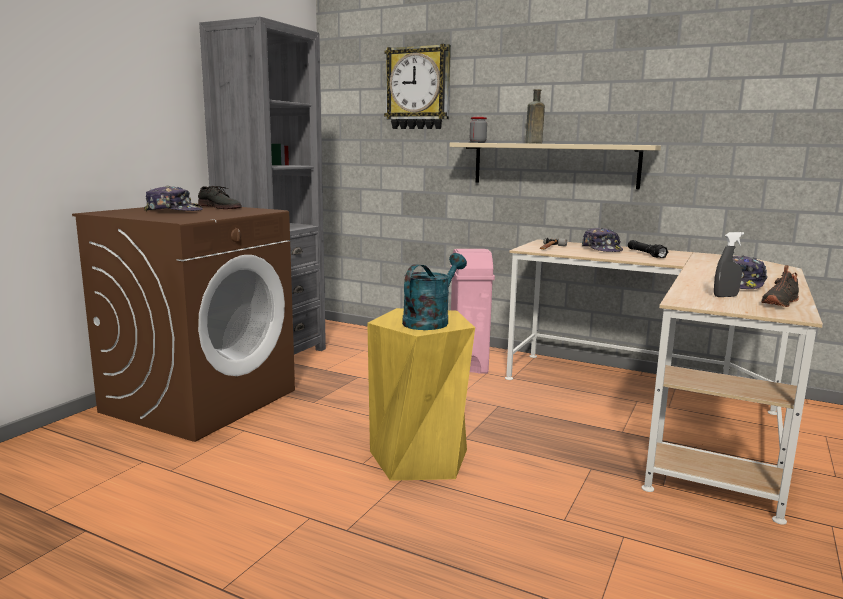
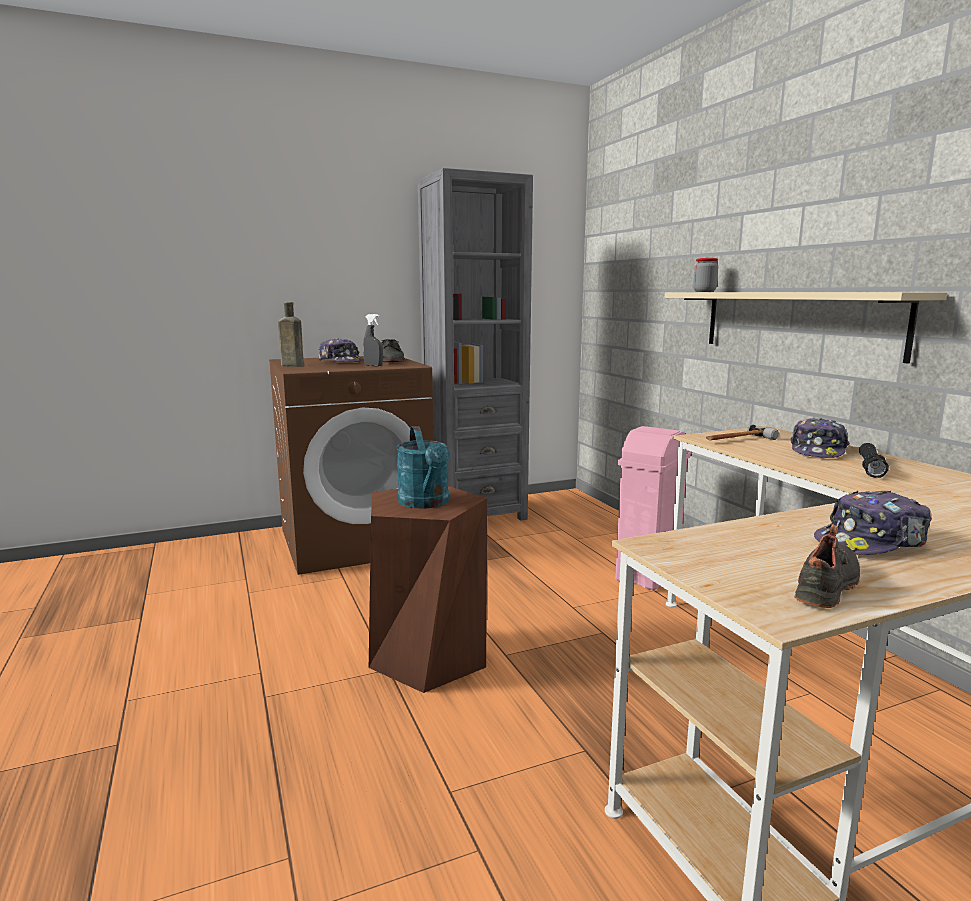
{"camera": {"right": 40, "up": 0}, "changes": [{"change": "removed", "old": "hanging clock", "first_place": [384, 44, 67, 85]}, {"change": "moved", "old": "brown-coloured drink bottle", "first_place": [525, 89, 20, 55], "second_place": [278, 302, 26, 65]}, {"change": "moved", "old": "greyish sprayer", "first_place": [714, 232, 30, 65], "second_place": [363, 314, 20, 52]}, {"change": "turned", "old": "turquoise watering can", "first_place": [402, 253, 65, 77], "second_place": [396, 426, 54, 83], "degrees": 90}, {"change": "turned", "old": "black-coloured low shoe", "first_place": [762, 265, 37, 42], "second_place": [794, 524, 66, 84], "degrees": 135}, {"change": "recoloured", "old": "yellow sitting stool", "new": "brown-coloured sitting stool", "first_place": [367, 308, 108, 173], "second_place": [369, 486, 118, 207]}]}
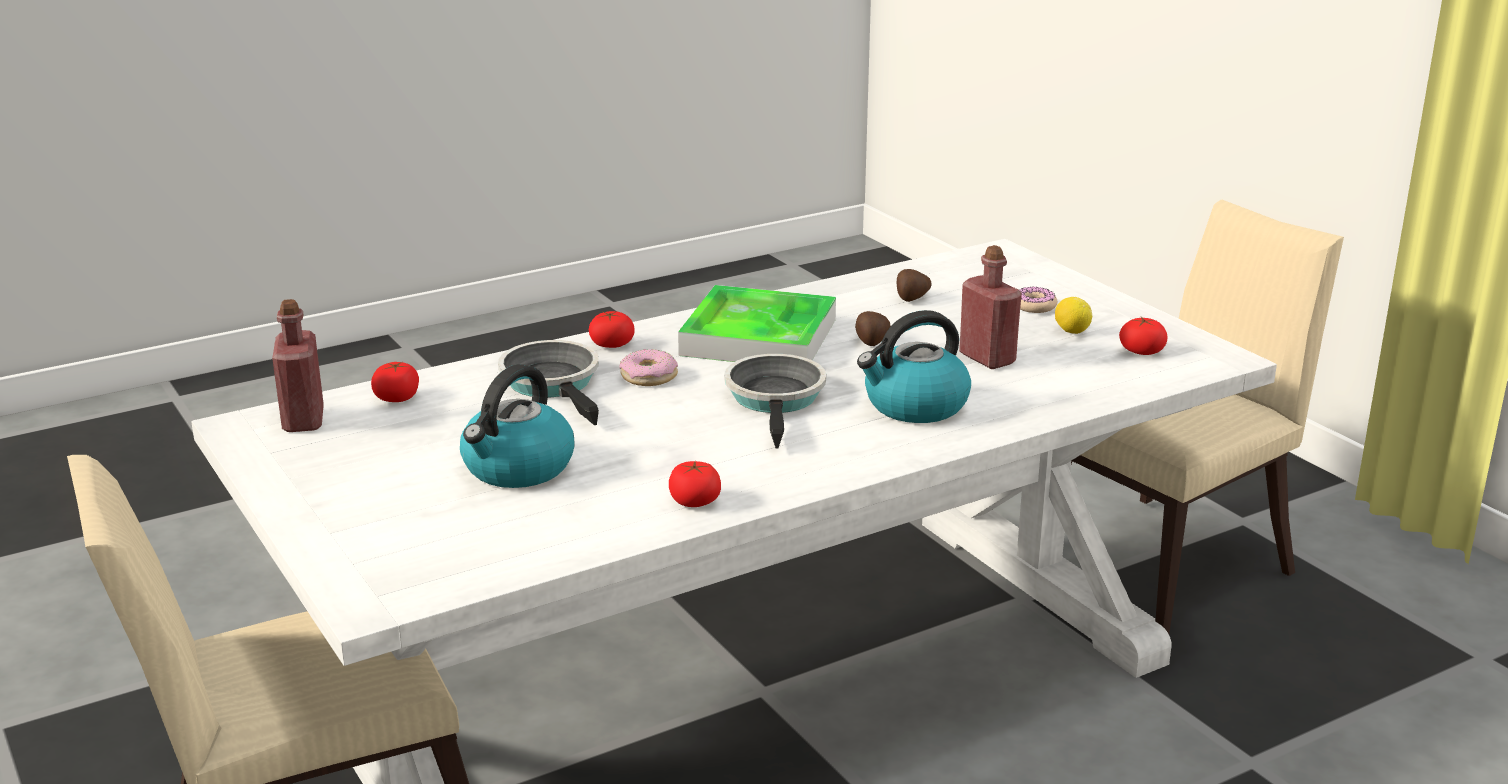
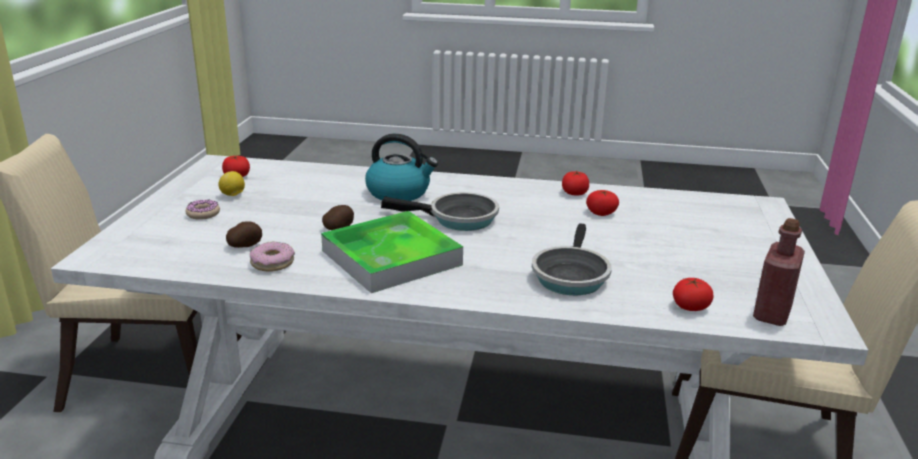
{"camera": {"right": -140, "up": 0}, "changes": [{"change": "removed", "old": "red drink bottle", "first_place": [959, 245, 63, 124]}, {"change": "moved", "old": "tomato", "first_place": [589, 311, 46, 37], "second_place": [586, 190, 33, 26]}, {"change": "moved", "old": "ring doughnut", "first_place": [619, 349, 59, 37], "second_place": [250, 241, 45, 31]}, {"change": "turned", "old": "skillet", "first_place": [724, 354, 102, 94], "second_place": [381, 192, 118, 39], "degrees": -120}, {"change": "removed", "old": "kettle", "first_place": [460, 364, 115, 124]}]}
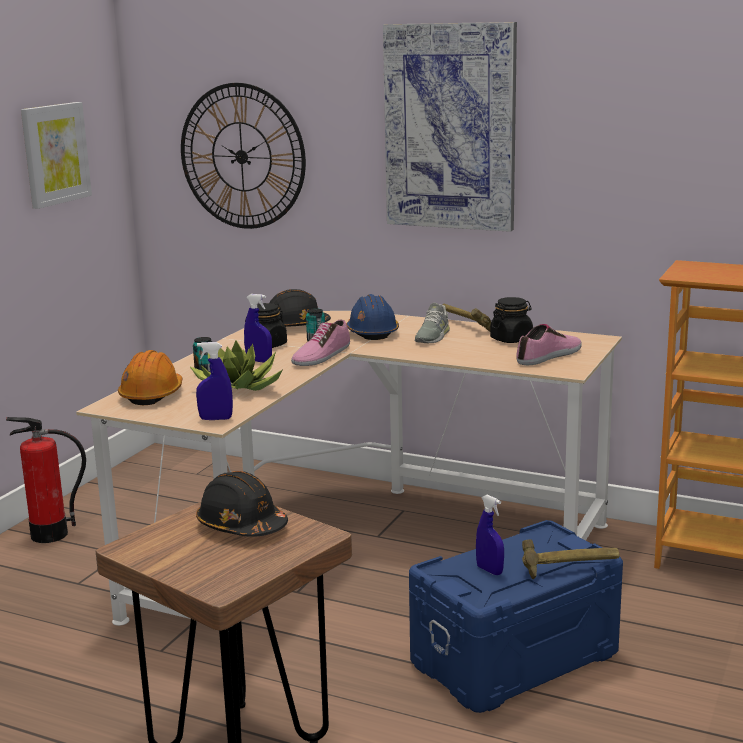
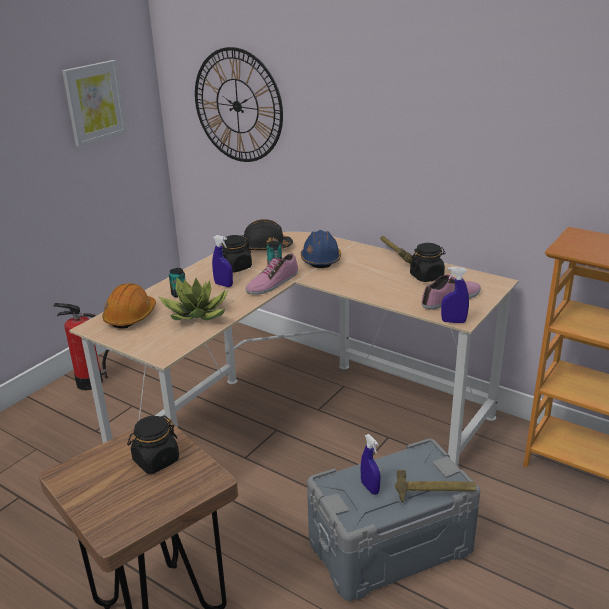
{"camera": {"right": 10, "up": 10}, "changes": [{"change": "removed", "old": "wall picture", "first_place": [383, 22, 134, 210]}, {"change": "removed", "old": "greyish low shoe", "first_place": [415, 303, 35, 40]}, {"change": "moved", "old": "bluish sprayer", "first_place": [196, 342, 37, 78], "second_place": [441, 267, 28, 56]}, {"change": "replaced", "old": "black-coloured safety helmet", "new": "black-coloured storage jar", "first_place": [196, 471, 92, 66], "second_place": [127, 416, 52, 58]}, {"change": "recoloured", "old": "bluish storage box", "new": "greyish storage box", "first_place": [409, 520, 214, 193], "second_place": [307, 438, 174, 163]}]}
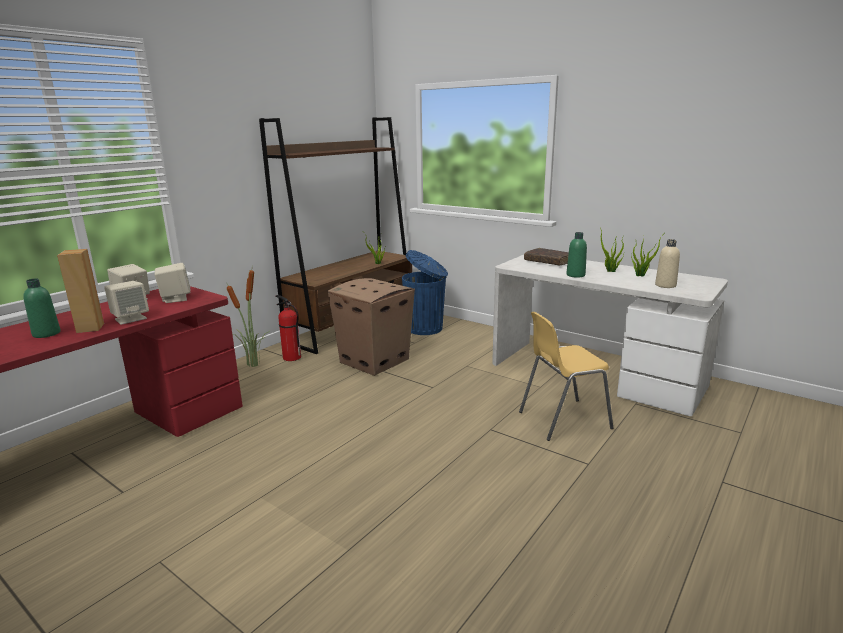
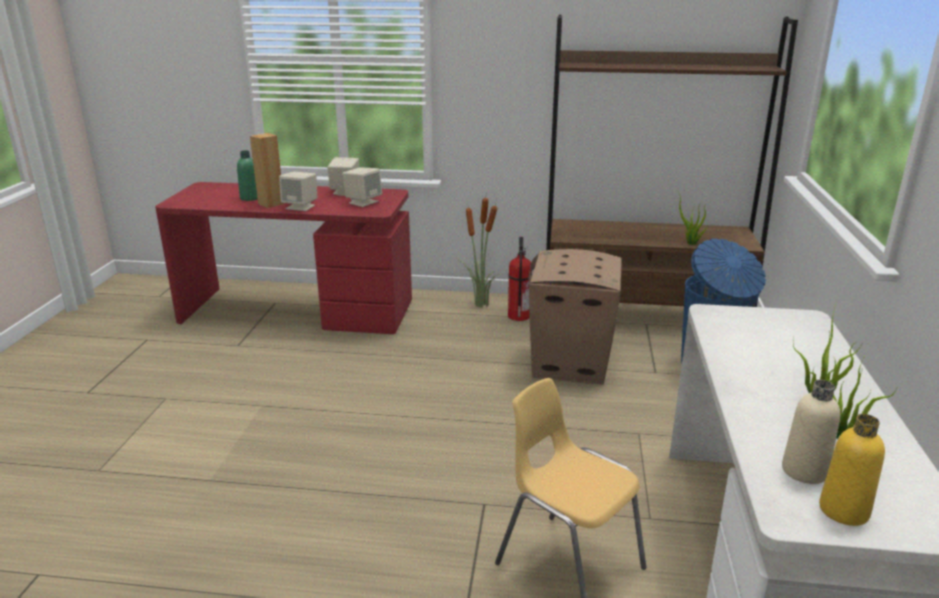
{"camera": {"right": 60, "up": 5}, "changes": [{"change": "removed", "old": "green-coloured drink bottle", "first_place": [566, 232, 21, 46]}, {"change": "removed", "old": "brown-coloured volume", "first_place": [524, 248, 45, 18]}, {"change": "added", "new": "yellow drink bottle", "second_place": [819, 414, 66, 112]}]}
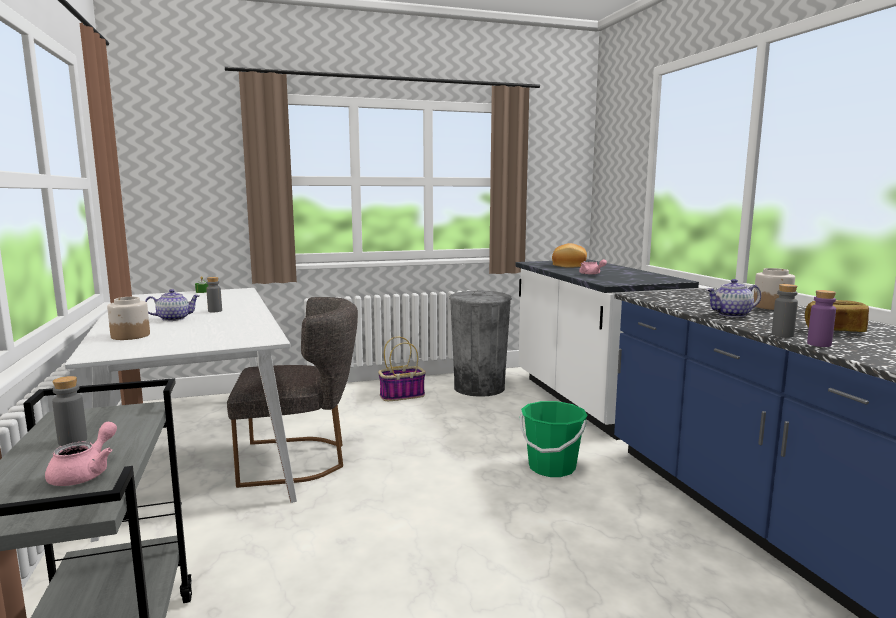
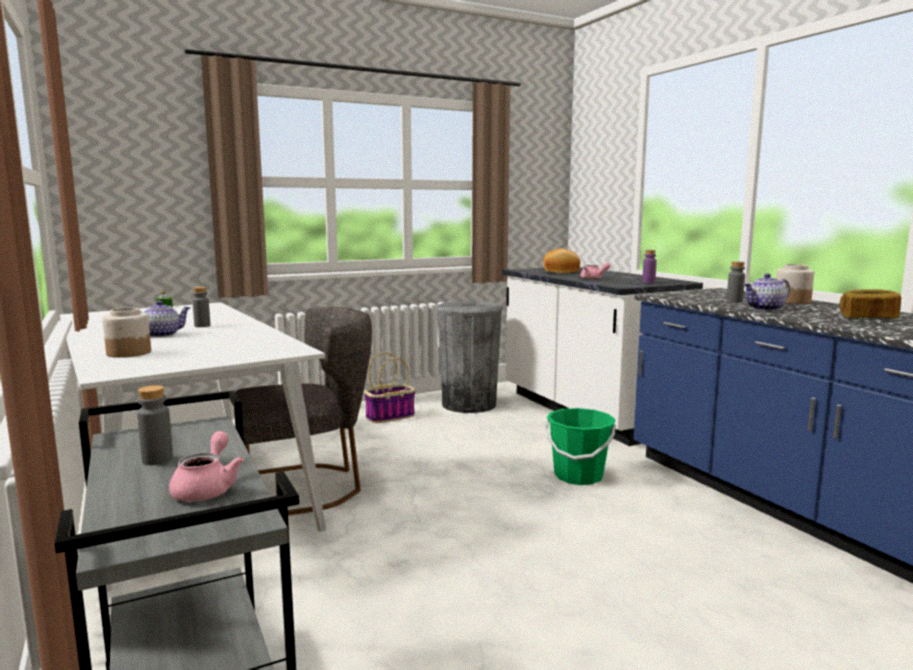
{"camera": {"right": -10, "up": 0}, "changes": [{"change": "moved", "old": "greyish drink bottle", "first_place": [772, 284, 26, 53], "second_place": [727, 262, 18, 40]}, {"change": "moved", "old": "purple-coloured drink bottle", "first_place": [807, 290, 29, 57], "second_place": [642, 250, 15, 33]}]}
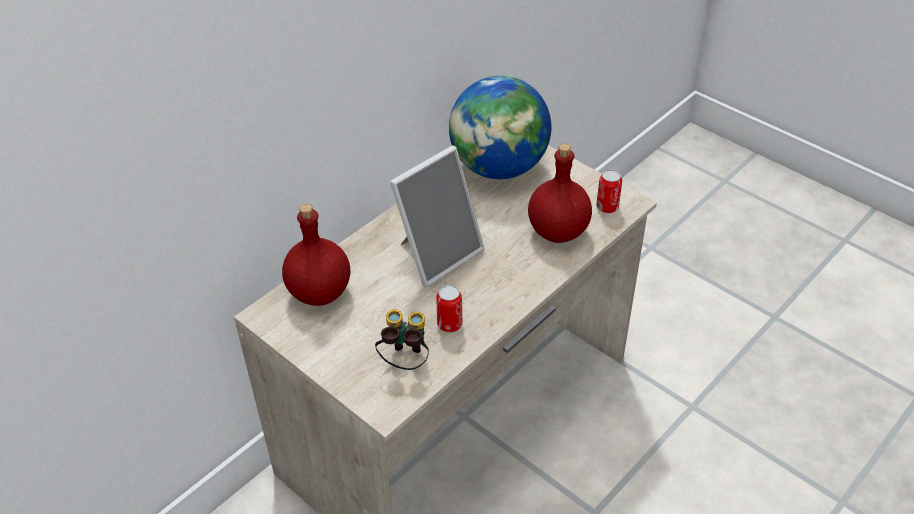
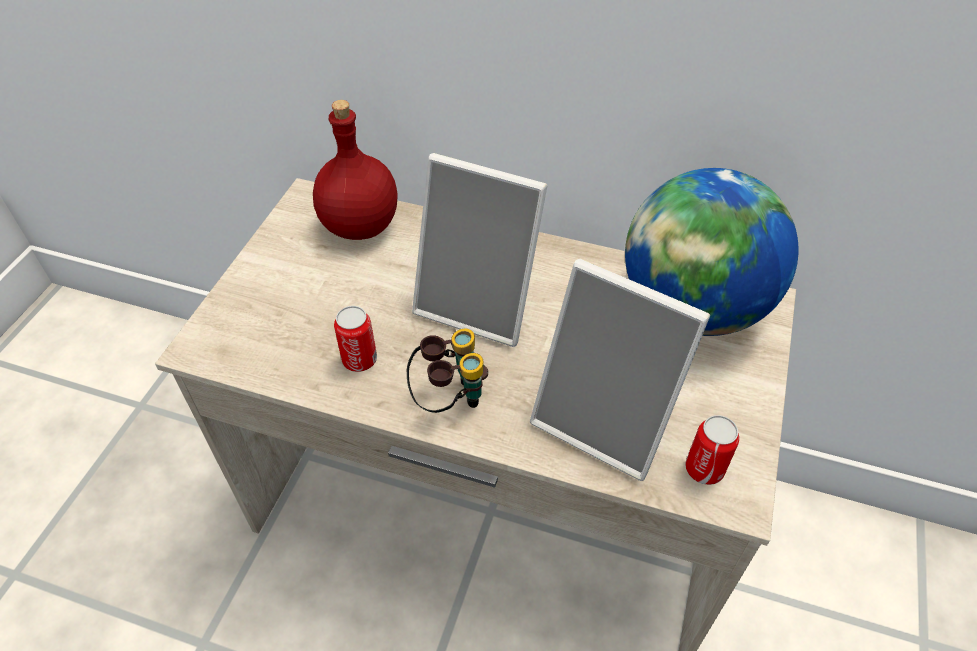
{"camera": {"right": 65, "up": 5}, "changes": [{"change": "replaced", "old": "red drink bottle", "new": "photo frame", "first_place": [528, 144, 64, 99], "second_place": [530, 259, 180, 222]}, {"change": "moved", "old": "pair of binoculars", "first_place": [375, 309, 54, 61], "second_place": [407, 329, 81, 84]}]}
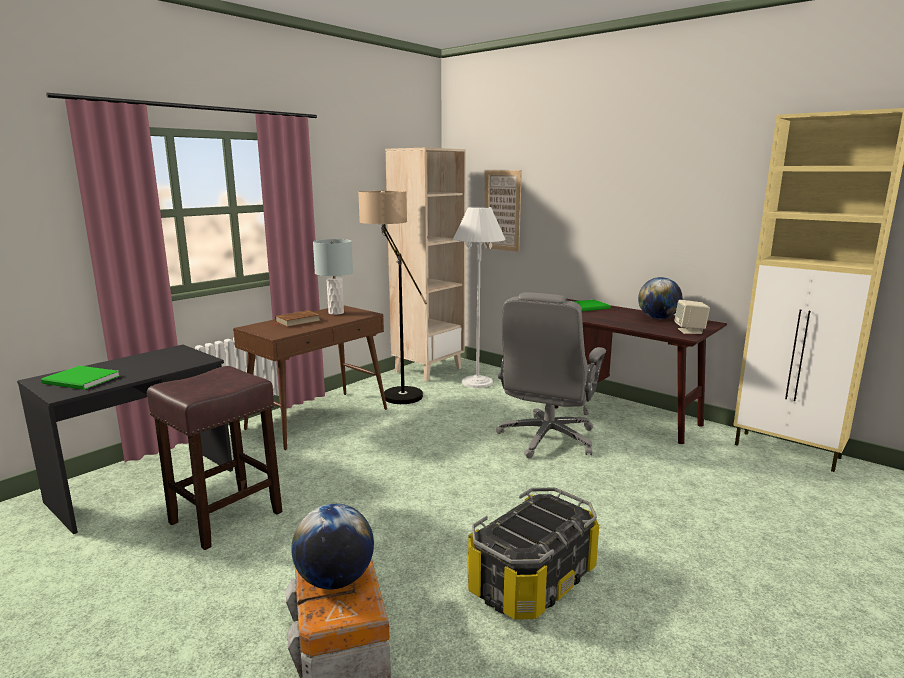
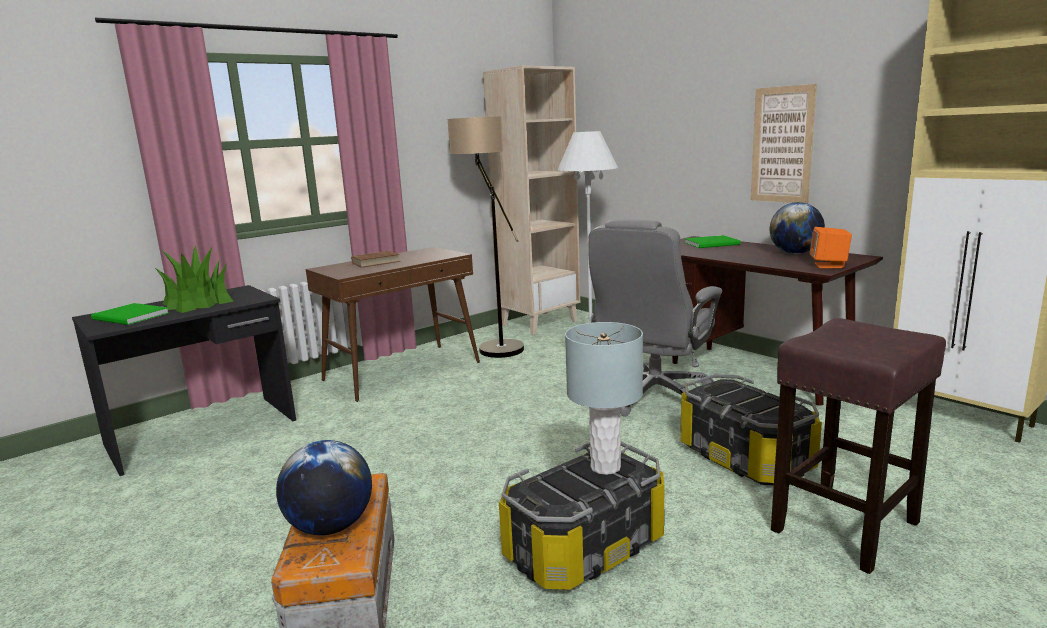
{"camera": {"right": 10, "up": 0}, "changes": [{"change": "moved", "old": "wall picture", "first_place": [484, 170, 38, 82], "second_place": [751, 84, 66, 119]}, {"change": "moved", "old": "greyish tabletop lamp", "first_place": [313, 239, 40, 76], "second_place": [565, 322, 78, 153]}, {"change": "recoloured", "old": "beige speaker", "new": "orange speaker", "first_place": [674, 300, 36, 34], "second_place": [810, 227, 42, 41]}, {"change": "moved", "old": "brown-coloured sitting stool", "first_place": [147, 366, 135, 184], "second_place": [771, 318, 175, 256]}, {"change": "added", "new": "plant in a pot", "second_place": [154, 245, 80, 68]}, {"change": "added", "new": "storage box", "second_place": [680, 374, 142, 112]}]}
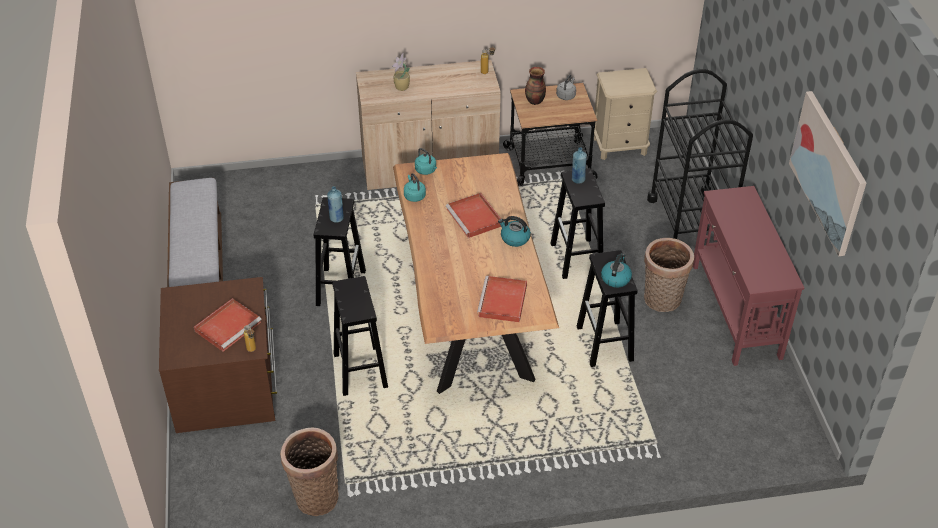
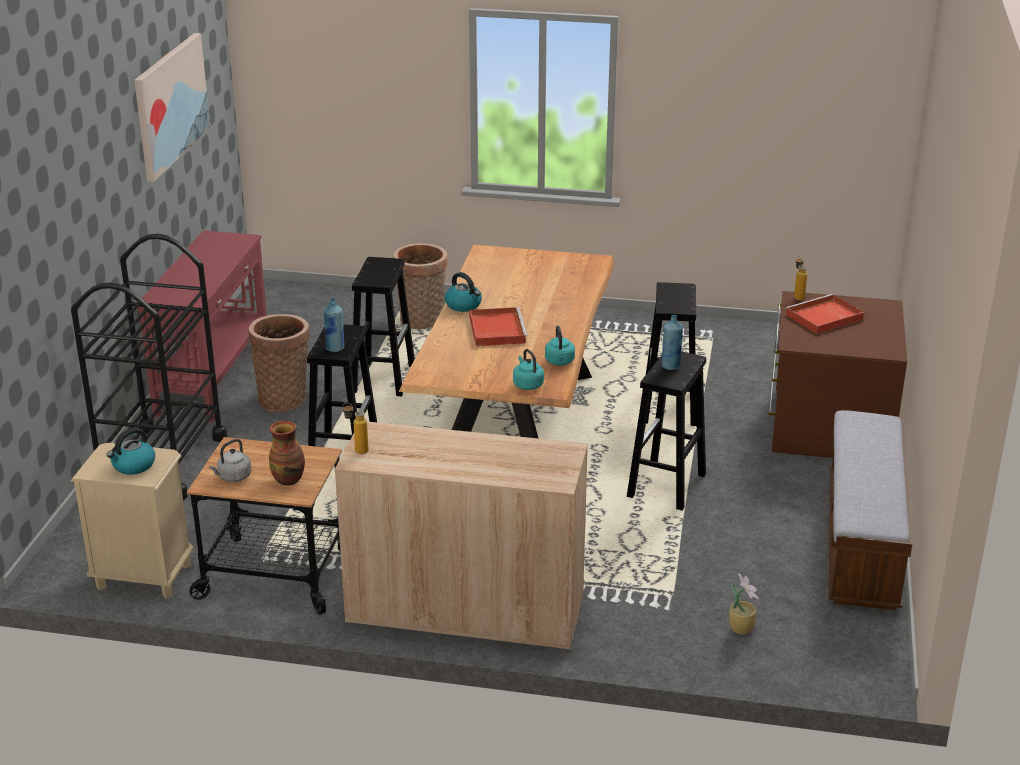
{"camera": {"right": -160, "up": -15}, "changes": [{"change": "moved", "old": "plant in a pot", "first_place": [392, 53, 18, 38], "second_place": [729, 573, 30, 61]}, {"change": "moved", "old": "kettle", "first_place": [601, 253, 31, 35], "second_place": [107, 428, 48, 47]}, {"change": "removed", "old": "red carrying tray", "first_place": [477, 276, 50, 46]}, {"change": "moved", "old": "basket", "first_place": [280, 428, 59, 88], "second_place": [393, 243, 55, 86]}]}
